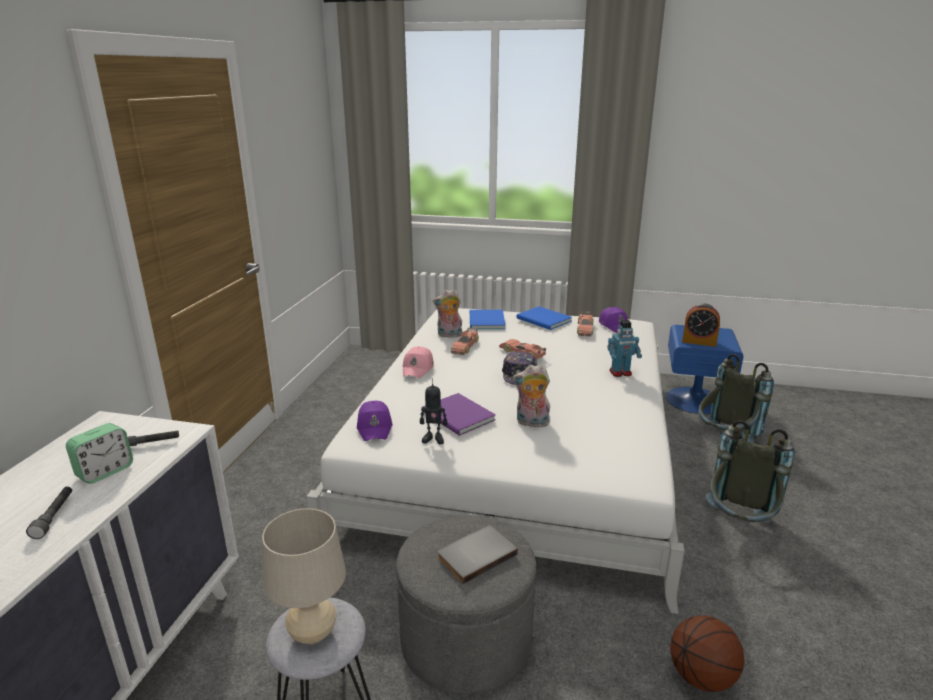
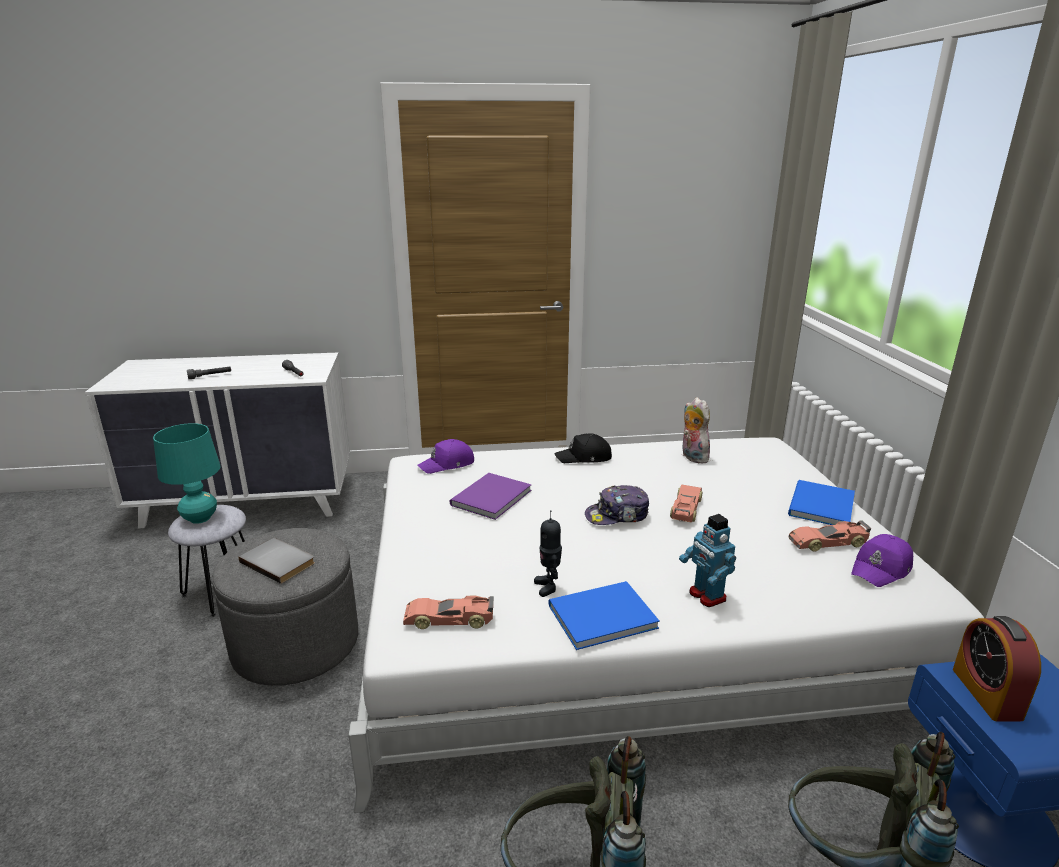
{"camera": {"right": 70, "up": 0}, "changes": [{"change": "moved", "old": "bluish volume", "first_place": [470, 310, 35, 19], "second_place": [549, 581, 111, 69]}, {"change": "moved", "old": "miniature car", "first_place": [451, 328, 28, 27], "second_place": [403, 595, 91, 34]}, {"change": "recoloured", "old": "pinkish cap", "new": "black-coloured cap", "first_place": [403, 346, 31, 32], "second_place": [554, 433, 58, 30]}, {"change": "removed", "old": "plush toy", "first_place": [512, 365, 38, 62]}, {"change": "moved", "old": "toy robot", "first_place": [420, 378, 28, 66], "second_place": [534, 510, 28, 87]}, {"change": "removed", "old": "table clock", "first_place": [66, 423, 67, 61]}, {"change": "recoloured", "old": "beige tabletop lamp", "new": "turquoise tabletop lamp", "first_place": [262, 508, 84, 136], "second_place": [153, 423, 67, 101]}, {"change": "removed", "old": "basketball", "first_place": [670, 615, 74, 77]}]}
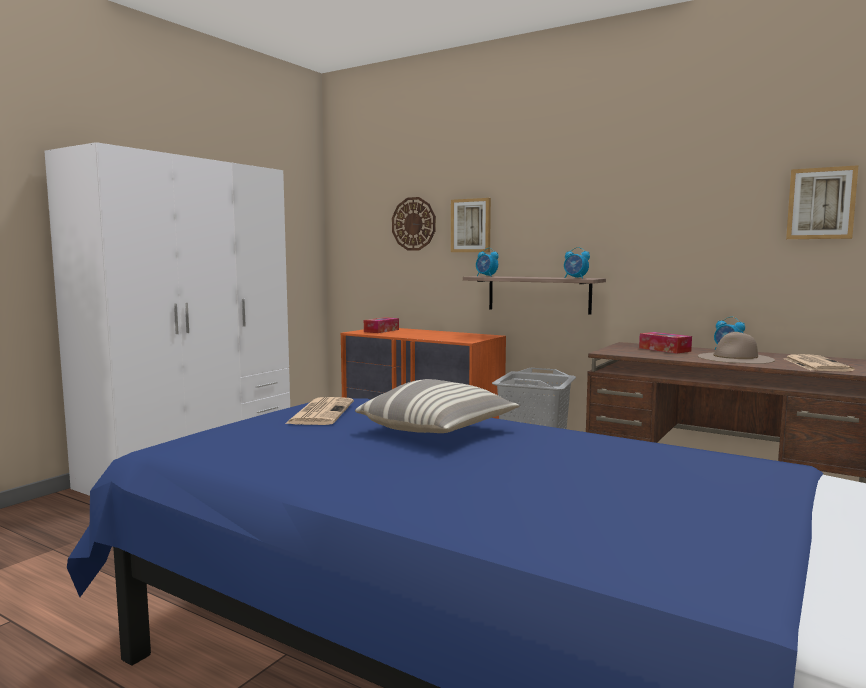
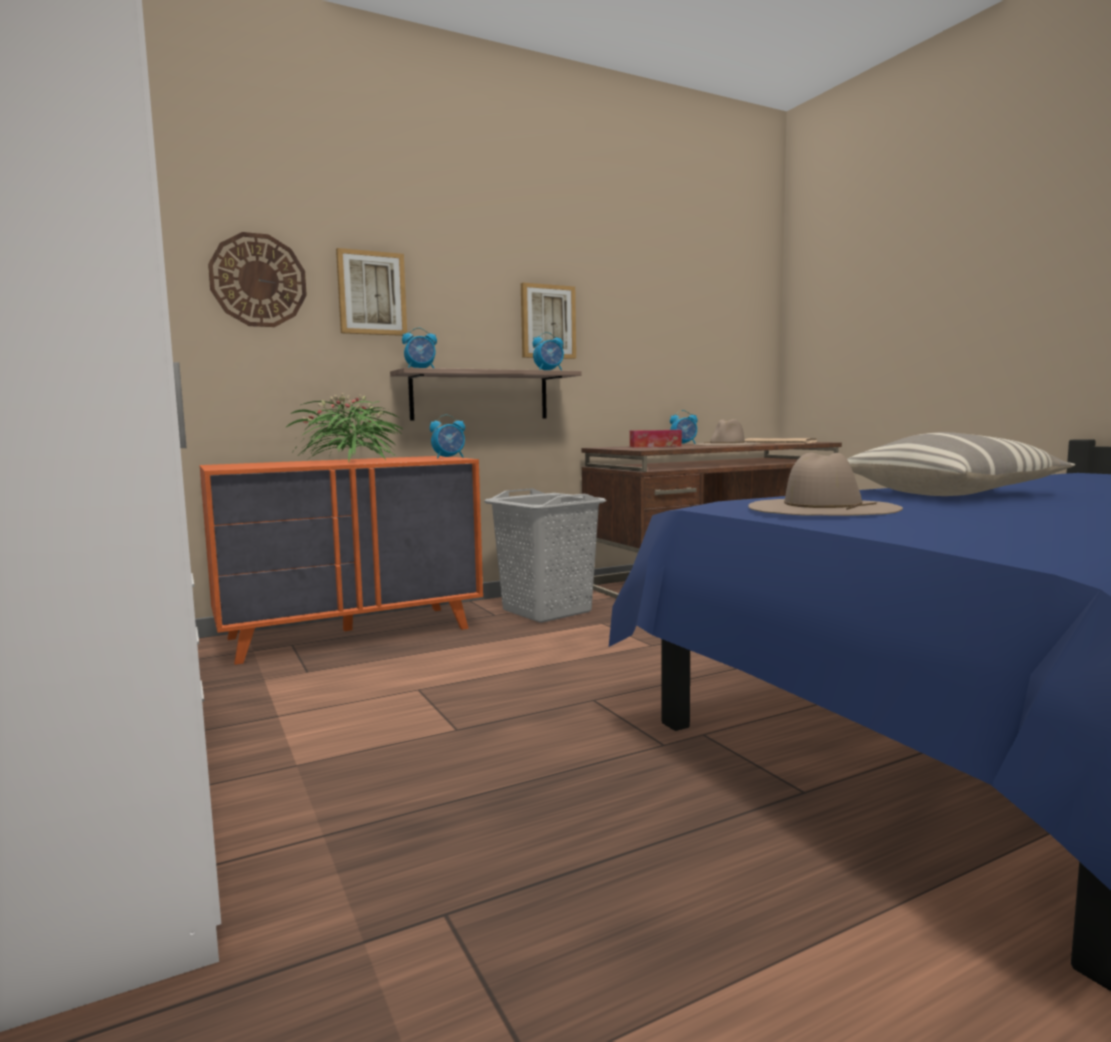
{"camera": {"right": -60, "up": 0}, "changes": [{"change": "moved", "old": "wall picture", "first_place": [786, 165, 72, 74], "second_place": [521, 283, 55, 76]}, {"change": "removed", "old": "tissue holder", "first_place": [364, 317, 35, 16]}, {"change": "replaced", "old": "daily paper", "new": "beige wearable hat", "first_place": [285, 397, 69, 28], "second_place": [748, 453, 155, 63]}, {"change": "added", "new": "plant in a pot", "second_place": [285, 393, 119, 69]}, {"change": "added", "new": "table clock", "second_place": [430, 415, 35, 44]}]}
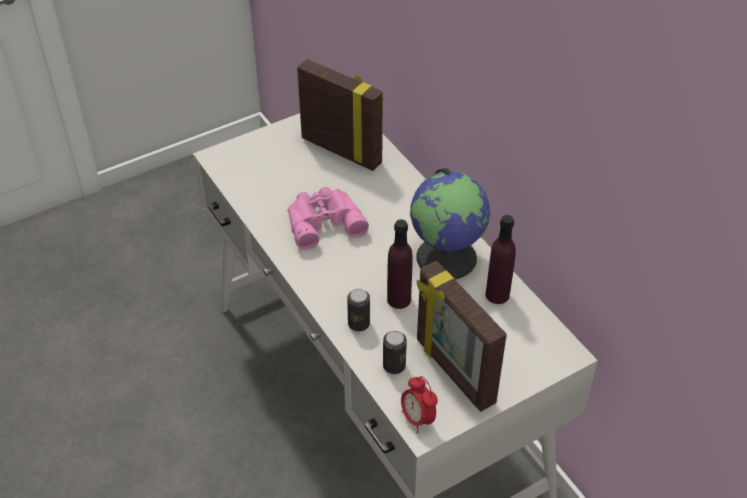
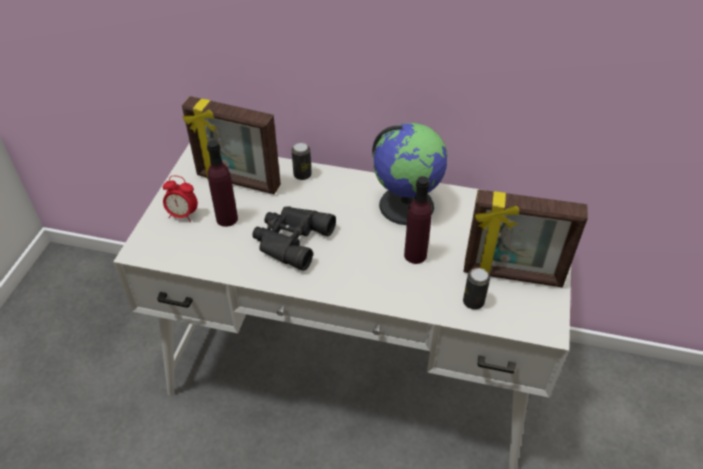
{"camera": {"right": -45, "up": 0}, "changes": [{"change": "turned", "old": "photo frame", "first_place": [297, 59, 87, 112], "second_place": [182, 96, 99, 98], "degrees": -150}, {"change": "recoloured", "old": "pinkish pair of binoculars", "new": "black-coloured pair of binoculars", "first_place": [288, 187, 81, 63], "second_place": [252, 206, 84, 65]}, {"change": "moved", "old": "purple-coloured drink bottle", "first_place": [486, 215, 30, 89], "second_place": [207, 140, 31, 87]}, {"change": "moved", "old": "sealed can", "first_place": [347, 289, 23, 42], "second_place": [291, 142, 21, 38]}, {"change": "moved", "old": "table clock", "first_place": [401, 376, 37, 57], "second_place": [163, 175, 35, 47]}]}
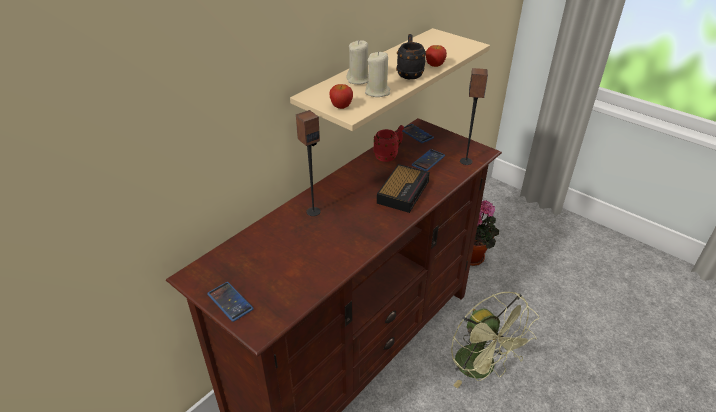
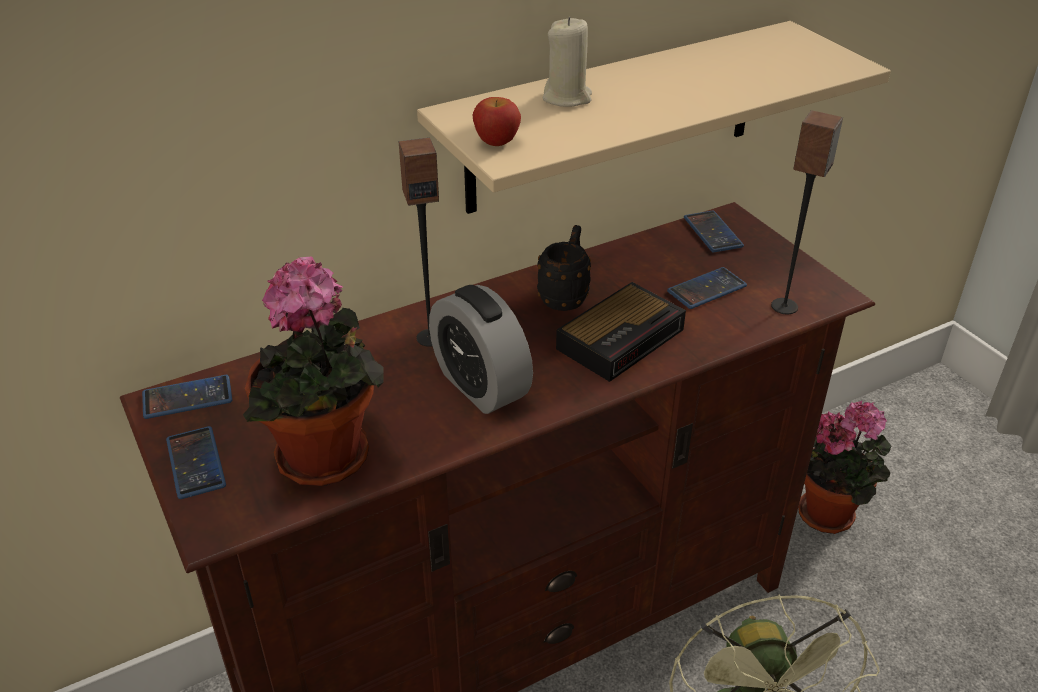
{"camera": {"right": 20, "up": 0}, "changes": [{"change": "moved", "old": "black-coloured mug", "first_place": [396, 34, 30, 45], "second_place": [537, 225, 54, 86]}, {"change": "removed", "old": "apple fruit", "first_place": [426, 45, 21, 22]}, {"change": "removed", "old": "beige wax candle", "first_place": [365, 51, 25, 46]}, {"change": "removed", "old": "red mug", "first_place": [374, 125, 30, 37]}, {"change": "added", "new": "plant in a pot", "second_place": [243, 256, 141, 230]}, {"change": "added", "new": "table clock", "second_place": [429, 285, 104, 129]}, {"change": "added", "new": "telephone", "second_place": [142, 375, 90, 44]}]}
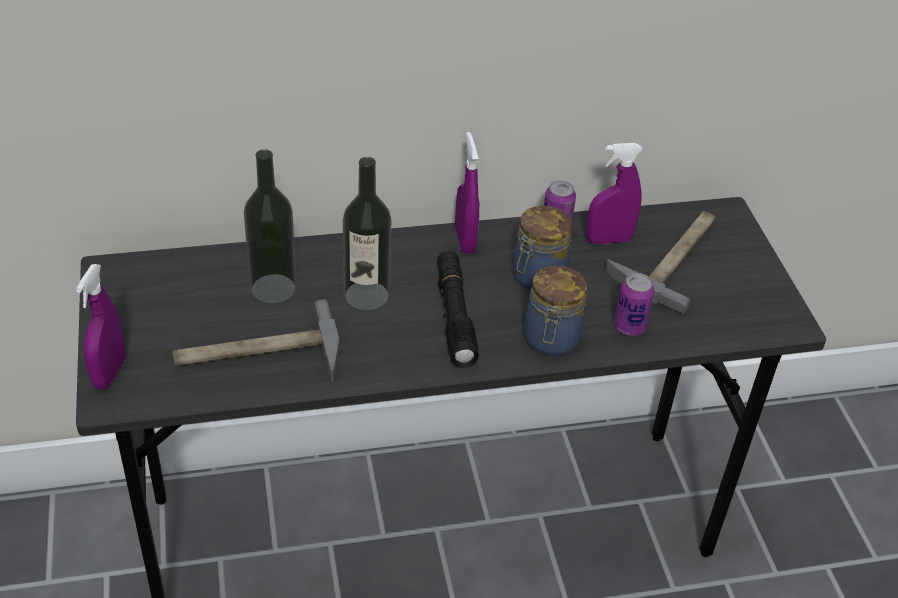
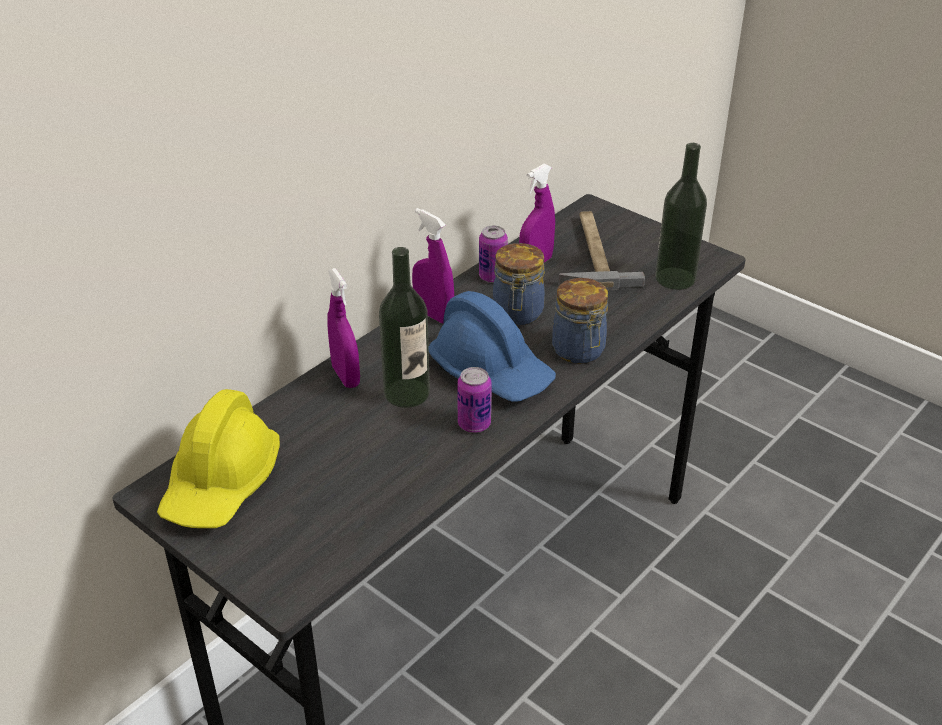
{"camera": {"right": -35, "up": -5}, "changes": [{"change": "moved", "old": "drink bottle", "first_place": [244, 149, 53, 156], "second_place": [655, 143, 52, 147]}, {"change": "replaced", "old": "black-coloured torch", "new": "bluish safety helmet", "first_place": [437, 251, 42, 117], "second_place": [429, 291, 127, 111]}, {"change": "moved", "old": "purple-coloured sprayer", "first_place": [76, 264, 49, 125], "second_place": [327, 268, 33, 120]}, {"change": "moved", "old": "sealed can", "first_place": [614, 273, 40, 63], "second_place": [457, 367, 35, 66]}, {"change": "removed", "old": "hand hammer", "first_place": [173, 299, 166, 82]}, {"change": "added", "new": "yellow safety helmet", "second_place": [157, 389, 123, 139]}]}
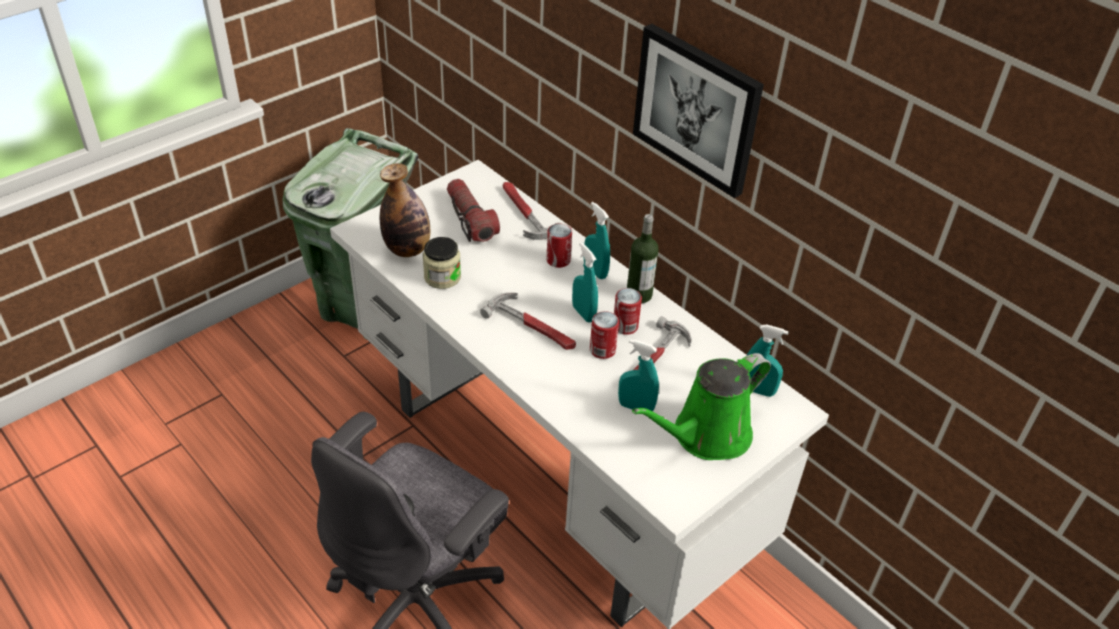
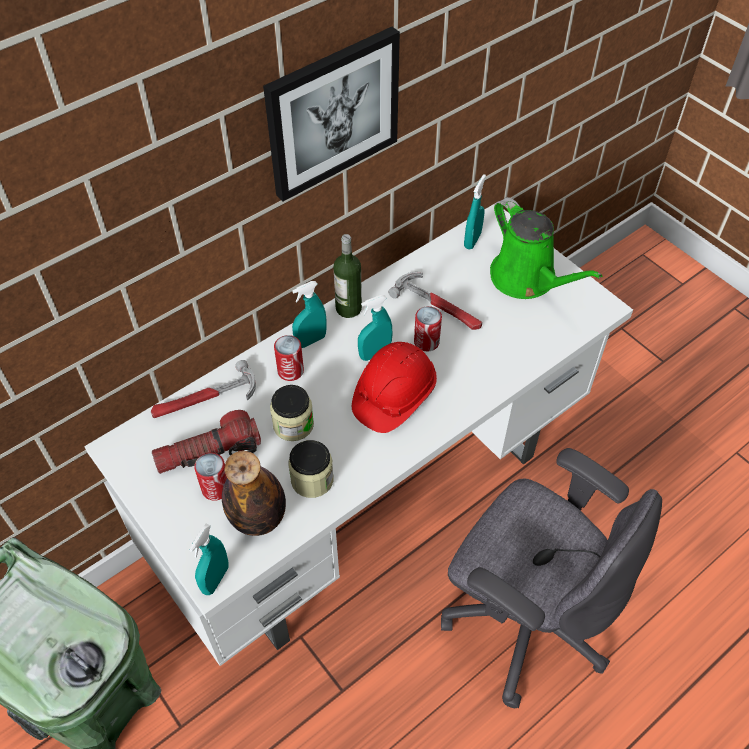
{"camera": {"right": -85, "up": 10}, "changes": [{"change": "moved", "old": "sealed can", "first_place": [614, 288, 28, 47], "second_place": [194, 453, 33, 48]}, {"change": "replaced", "old": "hand hammer", "new": "red safety helmet", "first_place": [480, 292, 96, 58], "second_place": [352, 342, 85, 91]}, {"change": "moved", "old": "turquoise sprayer", "first_place": [618, 339, 41, 72], "second_place": [189, 524, 39, 71]}, {"change": "added", "new": "storage jar", "second_place": [270, 385, 44, 56]}]}
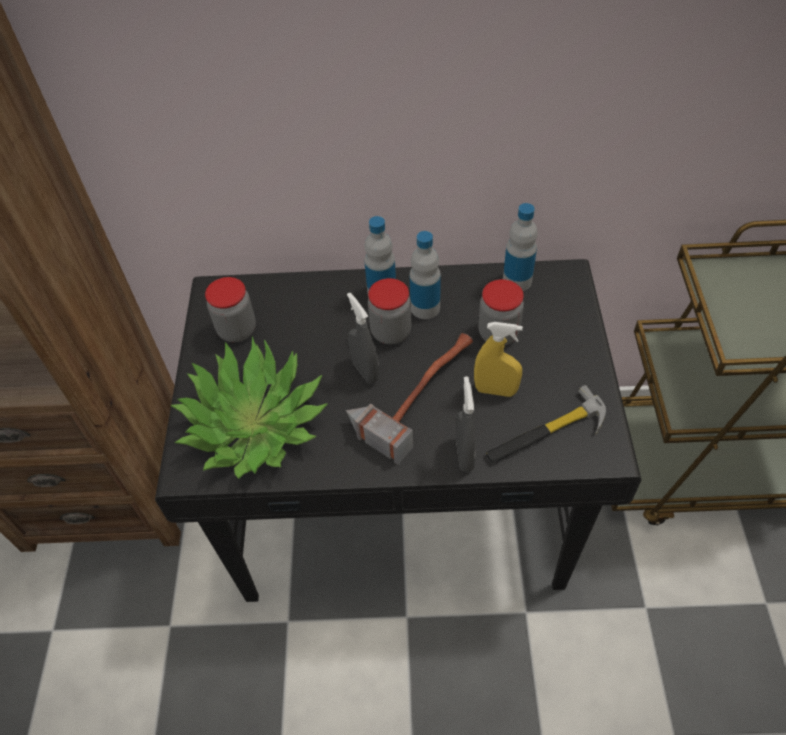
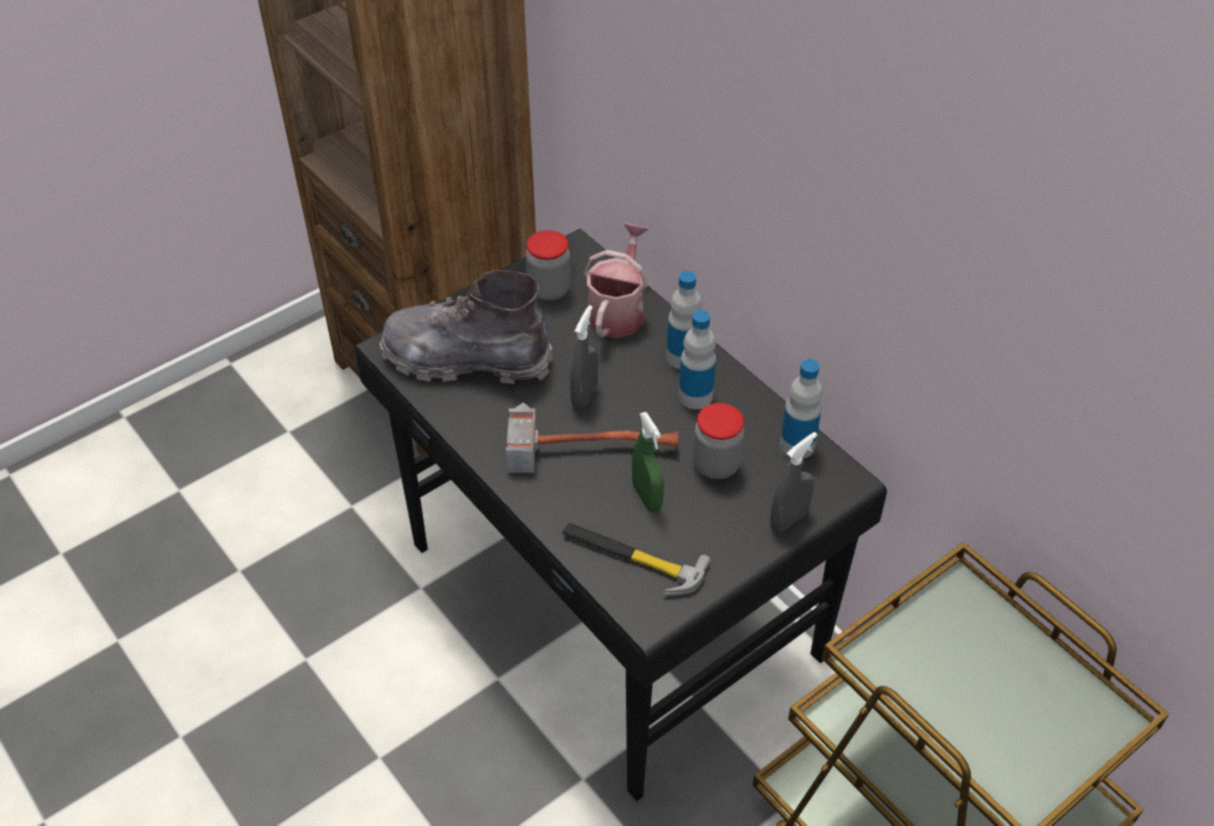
{"camera": {"right": 50, "up": -5}, "changes": [{"change": "removed", "old": "storage jar", "first_place": [368, 278, 44, 66]}, {"change": "recoloured", "old": "yellow sprayer", "new": "green-coloured sprayer", "first_place": [474, 322, 49, 75], "second_place": [632, 412, 32, 100]}, {"change": "replaced", "old": "plant in a pot", "new": "greyish tall boot", "first_place": [170, 336, 157, 143], "second_place": [380, 270, 172, 114]}, {"change": "moved", "old": "greyish sprayer", "first_place": [456, 376, 20, 96], "second_place": [770, 432, 47, 100]}, {"change": "added", "new": "watering can", "second_place": [584, 223, 65, 115]}]}
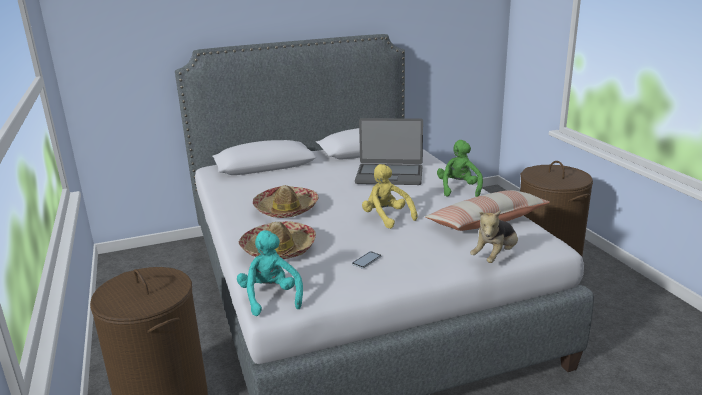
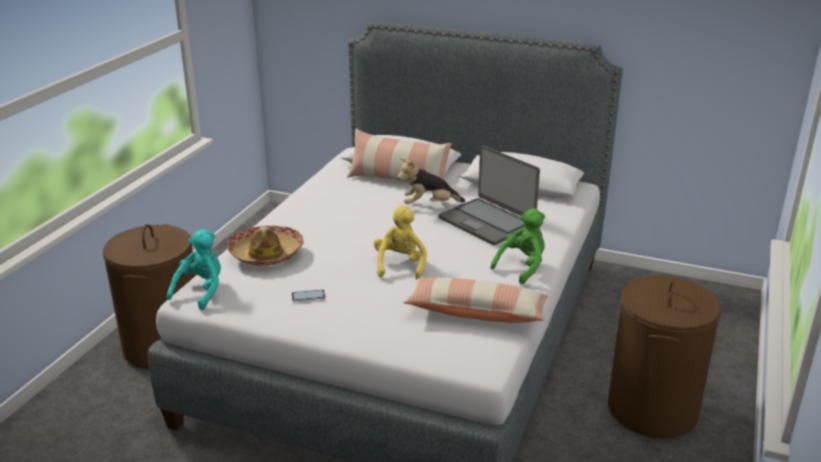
{"camera": {"right": 40, "up": 5}, "changes": [{"change": "removed", "old": "wearable hat", "first_place": [253, 185, 65, 33]}, {"change": "moved", "old": "plush toy", "first_place": [470, 210, 48, 53], "second_place": [397, 158, 68, 46]}, {"change": "added", "new": "cushion", "second_place": [347, 128, 105, 54]}]}
